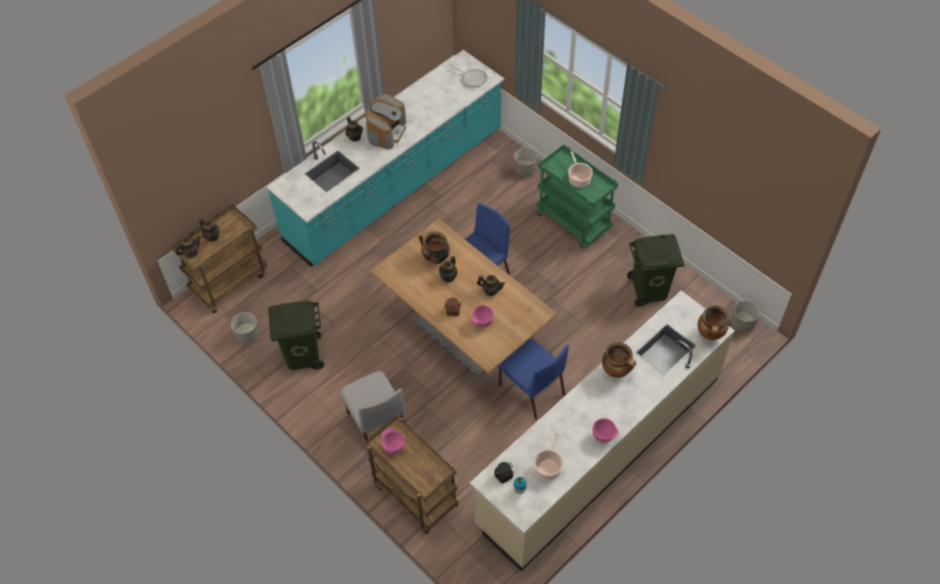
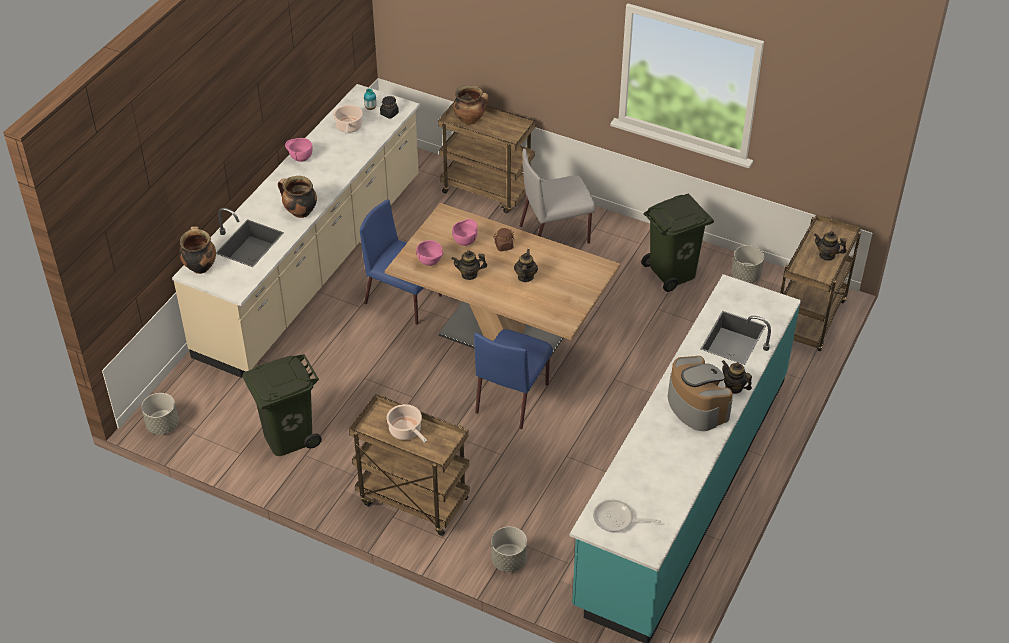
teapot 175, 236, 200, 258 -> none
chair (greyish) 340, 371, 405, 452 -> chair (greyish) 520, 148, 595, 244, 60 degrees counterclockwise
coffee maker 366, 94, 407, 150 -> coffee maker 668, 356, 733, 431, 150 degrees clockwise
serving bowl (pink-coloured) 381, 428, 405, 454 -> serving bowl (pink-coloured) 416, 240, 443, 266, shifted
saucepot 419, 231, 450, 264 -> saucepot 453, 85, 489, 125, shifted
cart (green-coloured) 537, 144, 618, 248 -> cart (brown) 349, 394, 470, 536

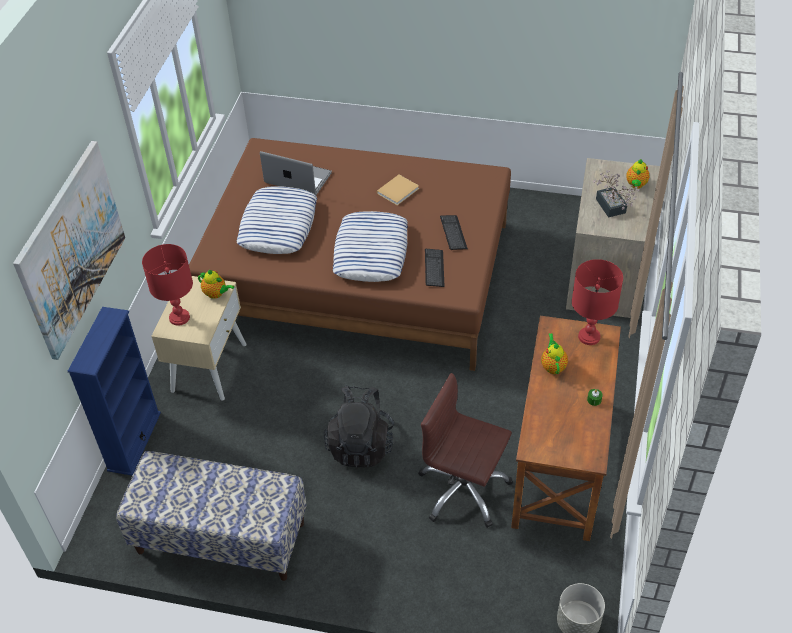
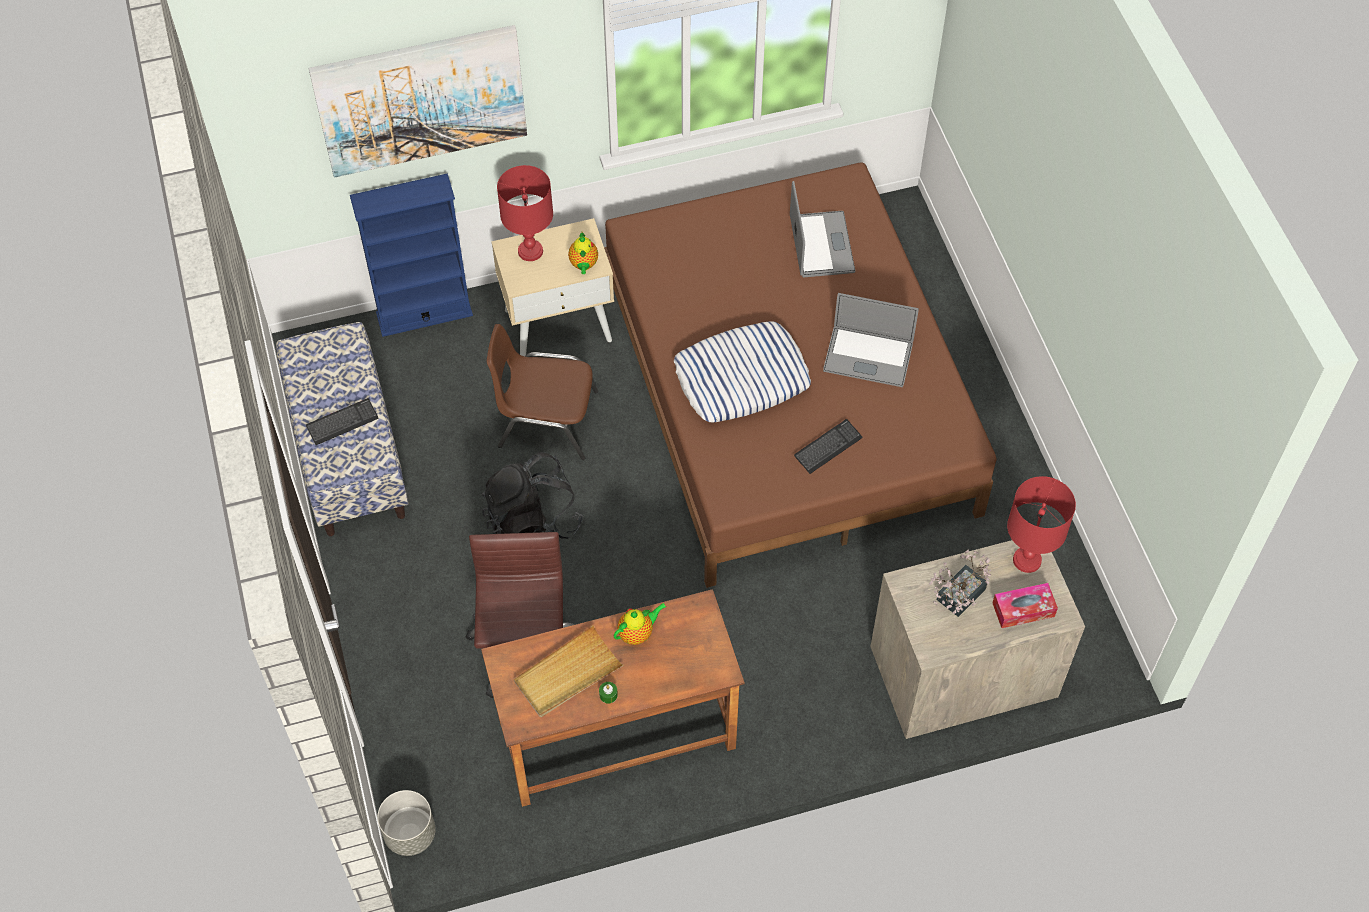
pillow 237, 186, 317, 254 -> none
book (beige) 377, 175, 419, 205 -> portable computer 823, 293, 919, 387
computer keyboard 425, 249, 445, 287 -> computer keyboard 306, 398, 379, 445, shifted
lamp for a table (red-coloured) 572, 259, 623, 345 -> lamp for a table (red-coloured) 1007, 476, 1076, 573, shifted
teapot 626, 159, 649, 189 -> box of tissues 993, 583, 1058, 628
none -> chair (brown) 487, 324, 598, 460
none -> carrying tray (beige) 514, 625, 624, 717

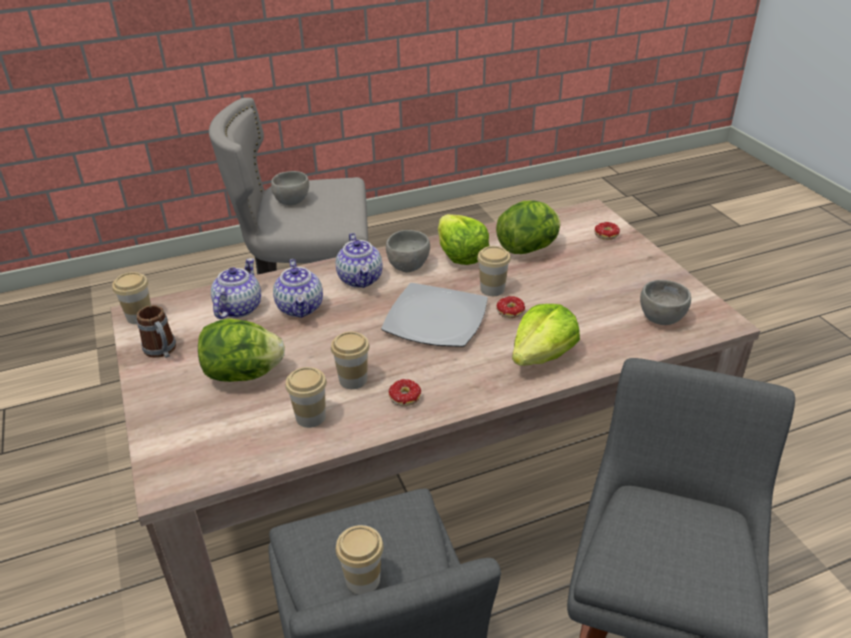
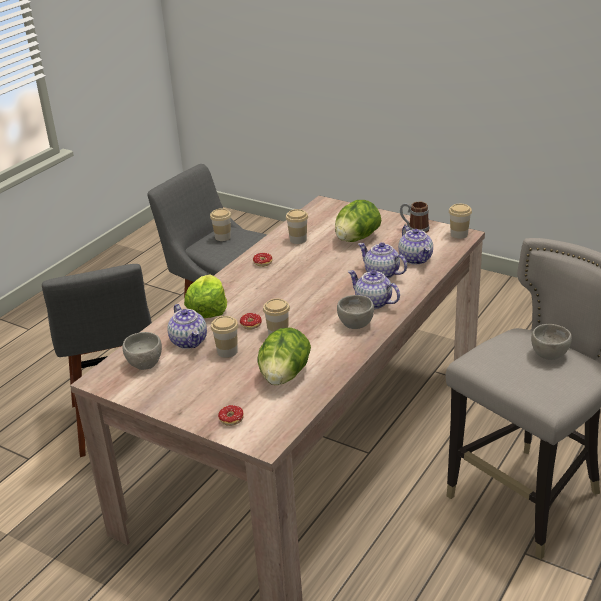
cup 331, 332, 370, 389 -> cup 211, 316, 238, 358, shifted
flat dish 381, 283, 488, 347 -> none
head of lettuce 438, 214, 489, 265 -> none
none -> teapot 167, 304, 207, 349

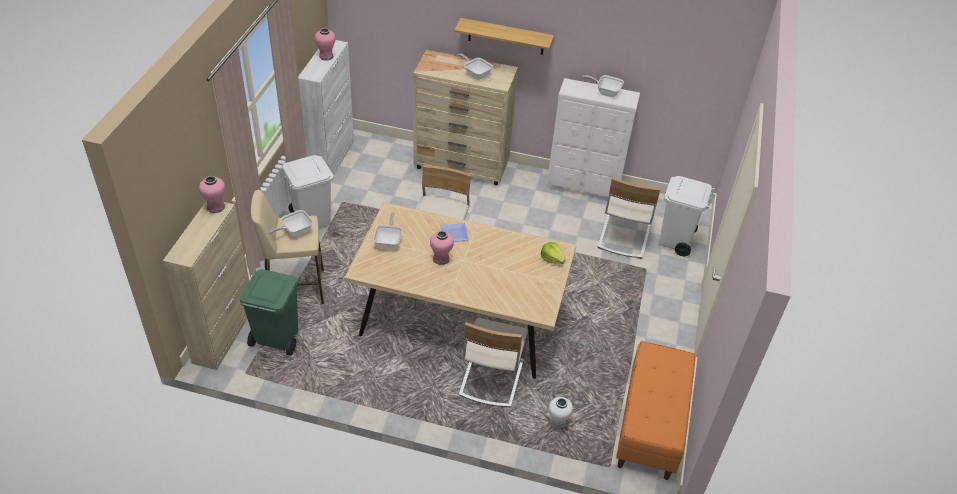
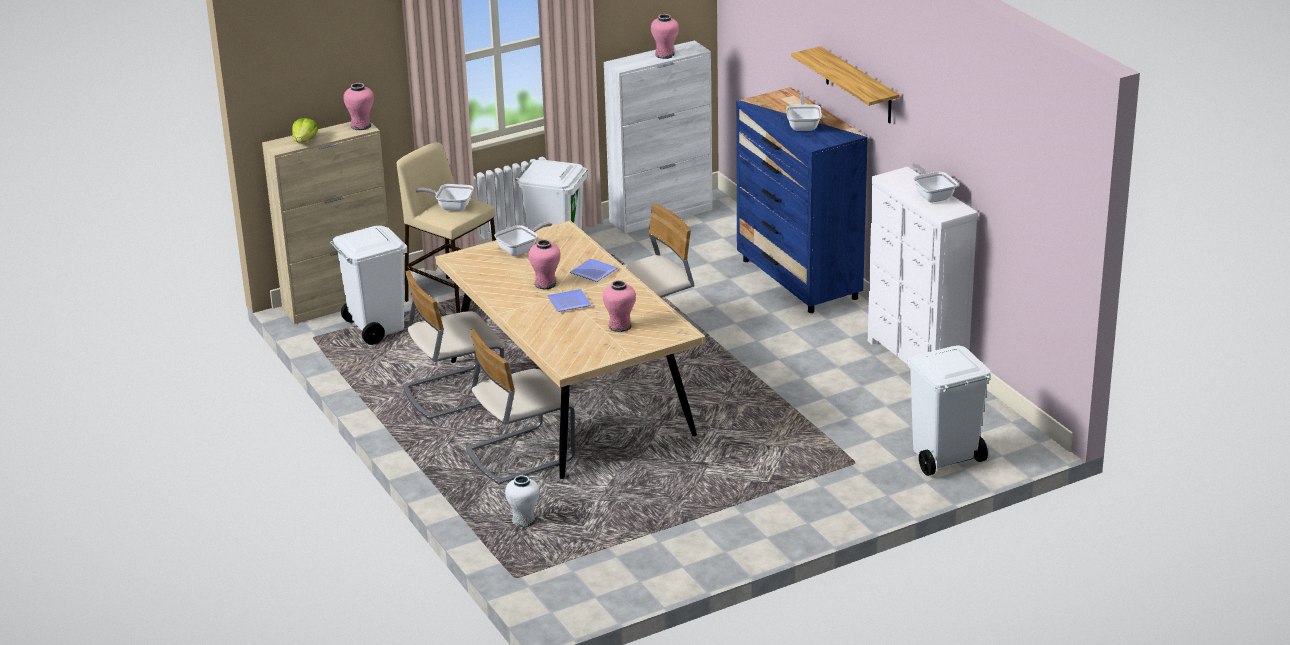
rubbish bin (green-coloured) 240, 269, 298, 356 -> rubbish bin (white-coloured) 329, 225, 407, 345
drawer chest (beige) 413, 50, 518, 185 -> drawer chest (bluish) 736, 87, 868, 313
head of lettuce 541, 242, 566, 264 -> head of lettuce 292, 118, 318, 143, shifted
chair (beige) 598, 177, 660, 259 -> chair (beige) 403, 271, 505, 420, shifted
bench (orange) 616, 341, 695, 480 -> none
none -> flat dish 547, 289, 591, 312
none -> decorative vase (pink-coloured) 603, 280, 636, 332

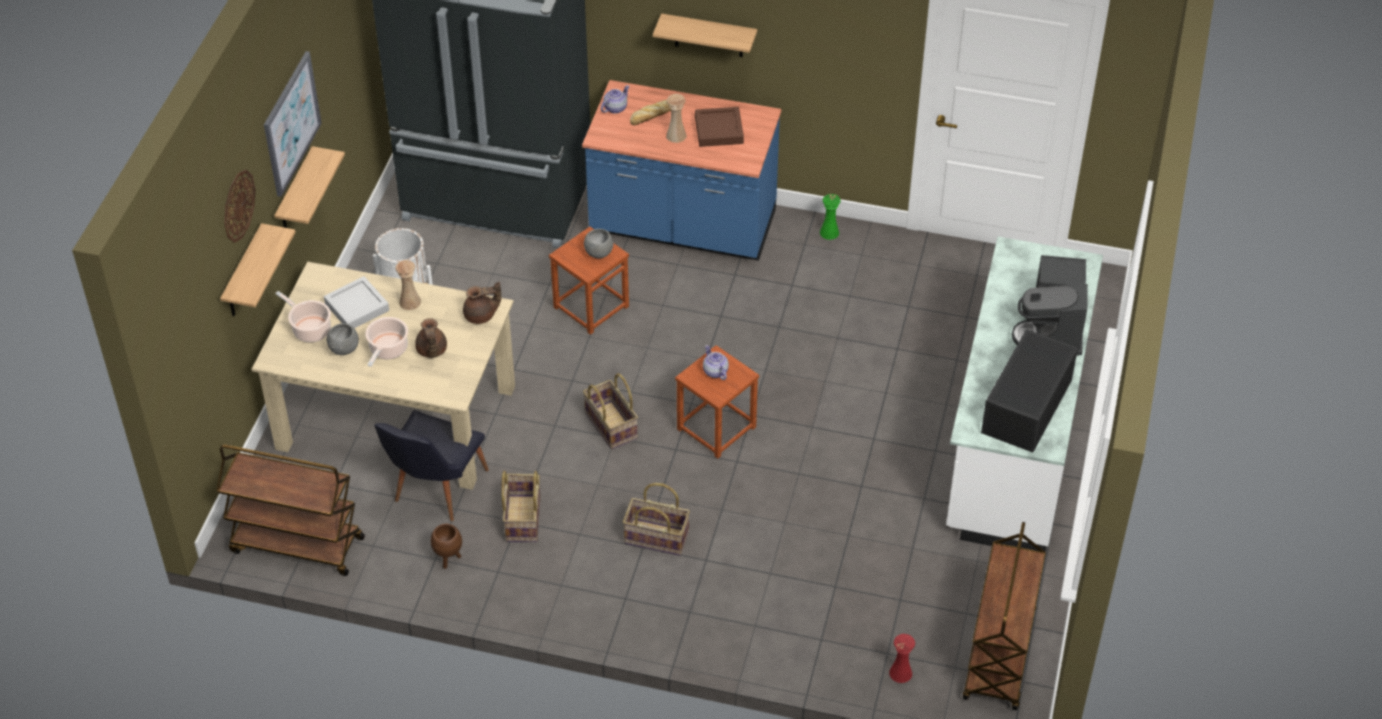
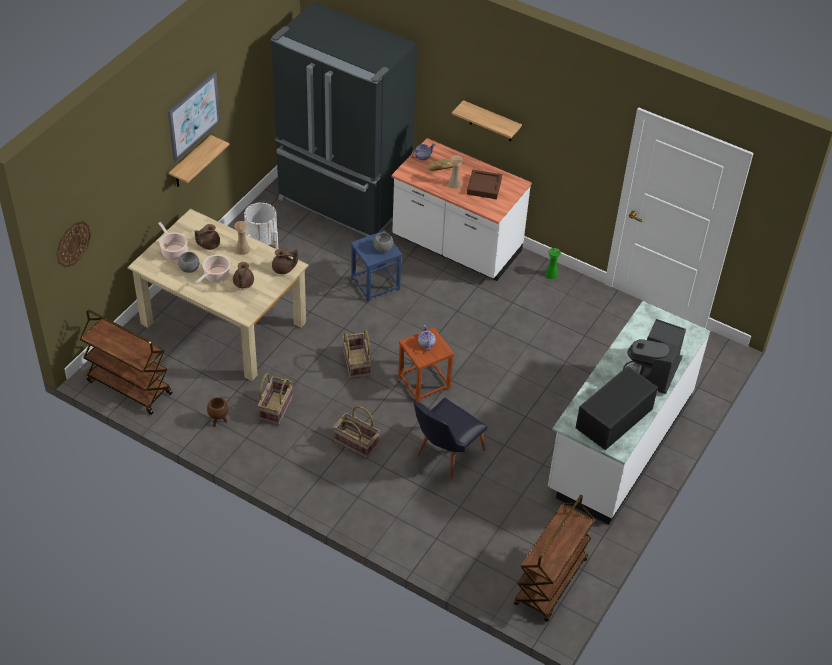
bracket shelf 220, 223, 296, 316 -> none
hanging clock 224, 169, 255, 243 -> hanging clock 57, 221, 91, 267, shifted
carrying tray (greyish) 324, 276, 389, 328 -> teapot (brown) 195, 224, 220, 250
chair (black-coloured) 374, 410, 489, 521 -> chair (black-coloured) 414, 398, 488, 479, shifted
stool seat (brown) 549, 227, 629, 335 -> stool seat (bluish) 350, 230, 402, 302
counter (bluish) 582, 80, 781, 261 -> counter (white-coloured) 391, 138, 532, 281
decorative vase (red-coloured) 889, 634, 915, 683 -> none

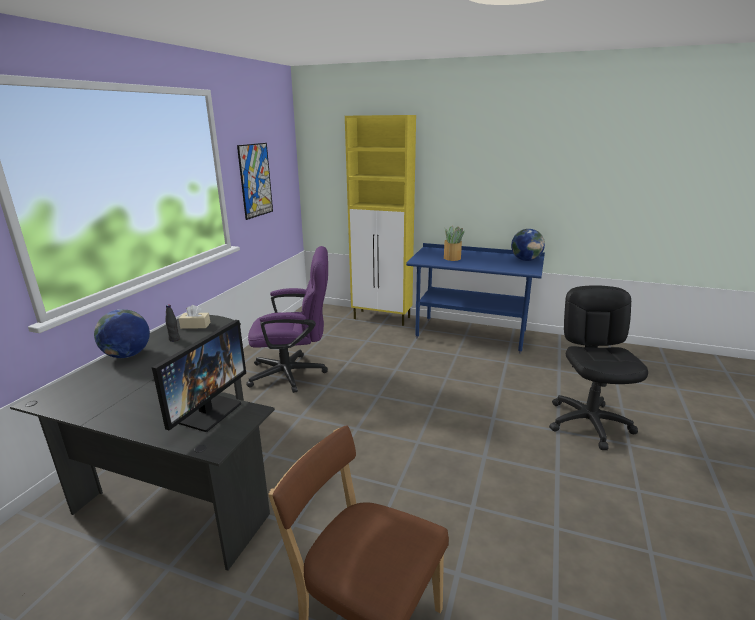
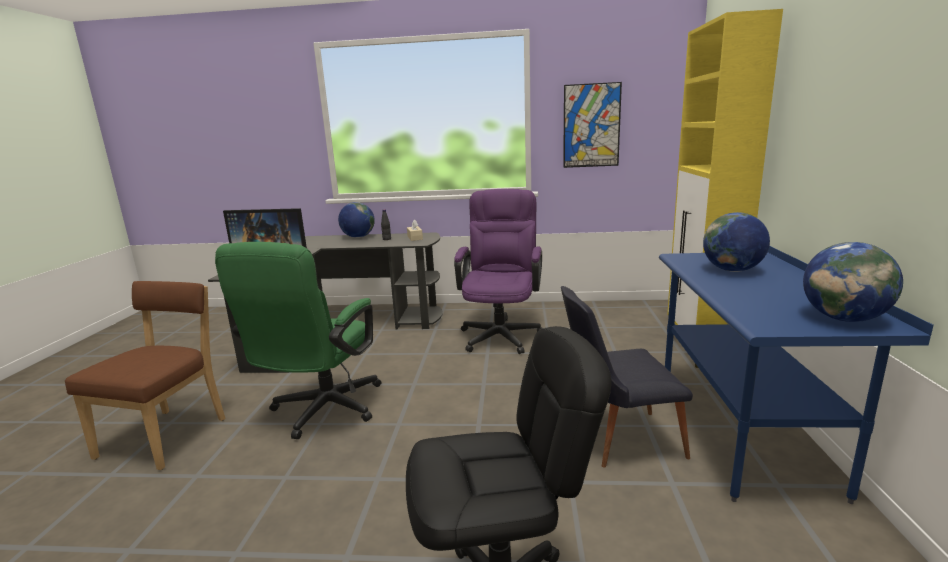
desk chair (purple-coloured) 246, 246, 328, 393 -> desk chair (purple-coloured) 454, 189, 543, 354, 150 degrees counterclockwise
potted plant 444, 226, 465, 261 -> world globe 703, 212, 770, 272
none -> desk chair (green-coloured) 215, 242, 382, 439
none -> chair (black-coloured) 561, 286, 693, 468

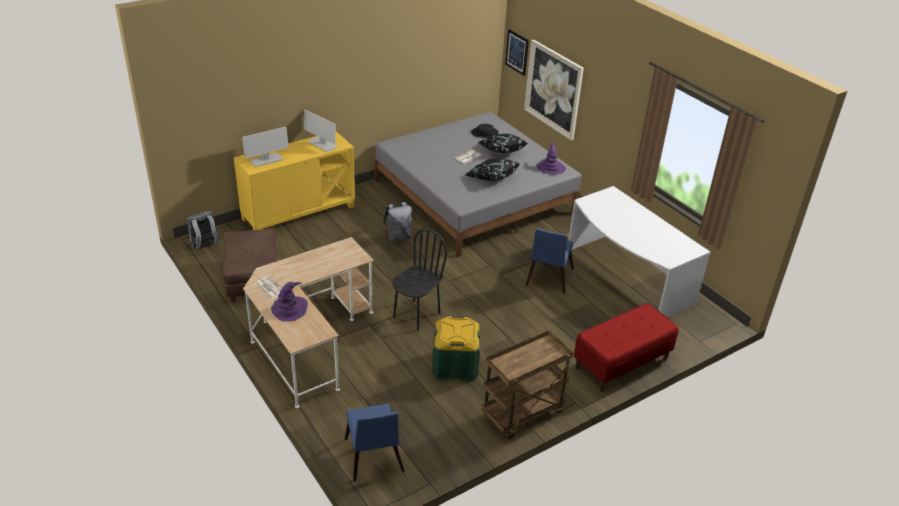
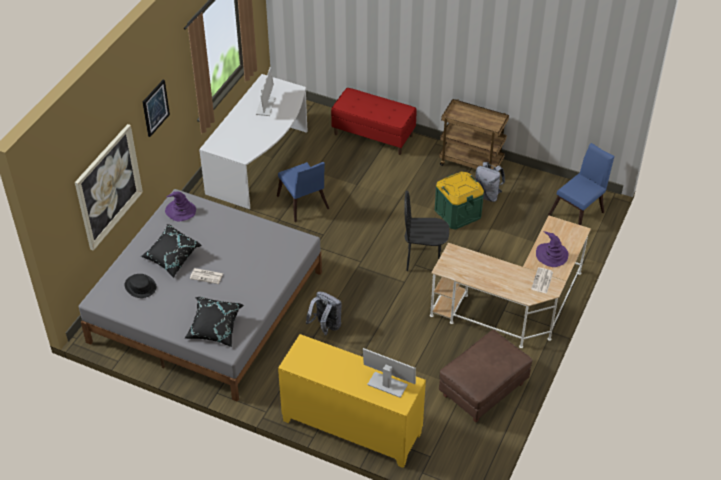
rucksack (greyish) 187, 211, 221, 250 -> rucksack (greyish) 475, 162, 505, 202, shifted
monitor 304, 109, 337, 152 -> monitor 256, 67, 276, 116, shifted
pillow (black-coloured) 466, 159, 520, 181 -> pillow (black-coloured) 184, 297, 244, 347, shifted
wall art 505, 29, 529, 76 -> wall art 143, 80, 170, 137, shifted
chair (bluish) 526, 228, 574, 293 -> chair (bluish) 277, 162, 329, 222, 75 degrees clockwise

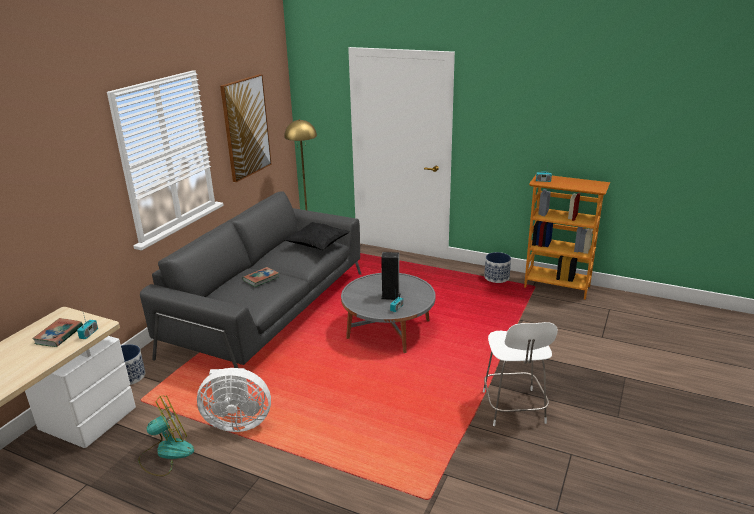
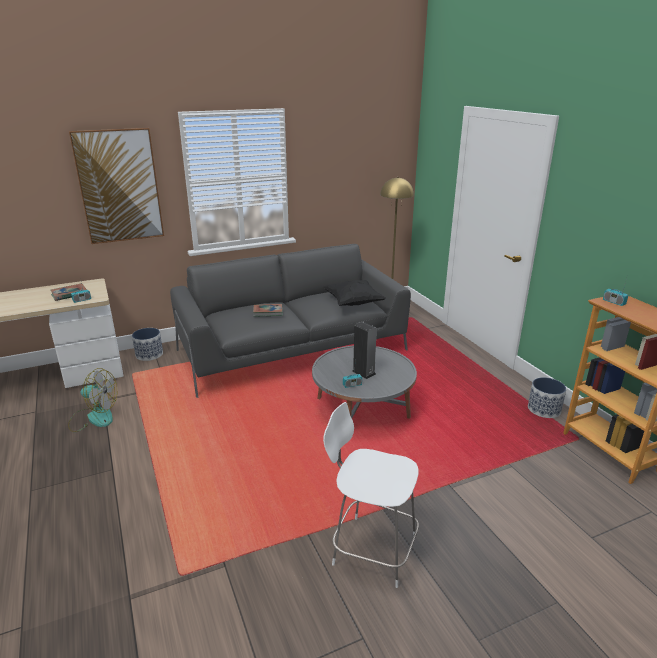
cooling fan (white-coloured) 197, 368, 271, 432 -> none
wall art 220, 74, 271, 183 -> wall art 69, 128, 164, 244, shifted
chair (white-coloured) 483, 322, 558, 426 -> chair (white-coloured) 323, 402, 419, 588, 75 degrees clockwise

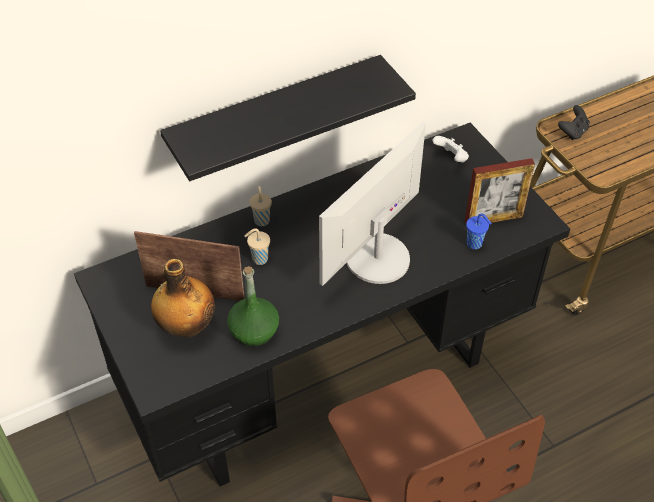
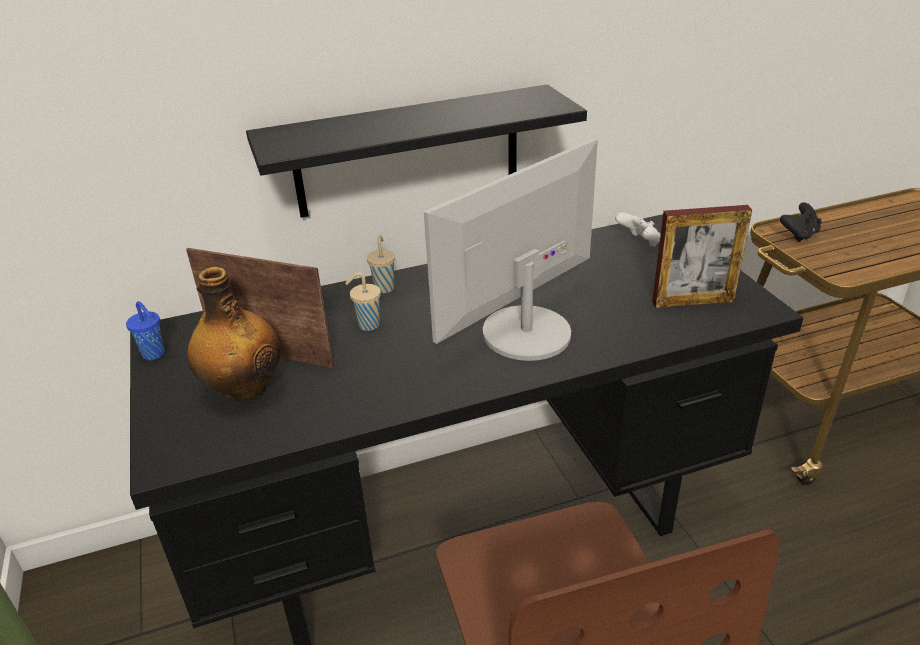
drink bottle (green-coloured) 227, 266, 279, 347 -> none
cup (bluish) 466, 214, 492, 249 -> cup (bluish) 126, 301, 165, 360, shifted

